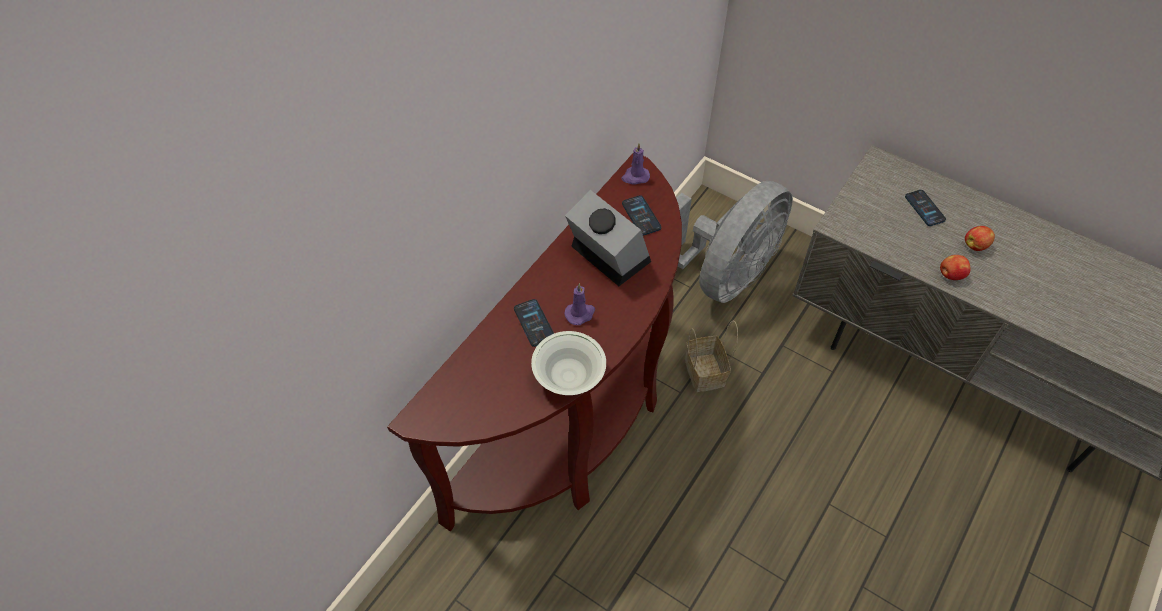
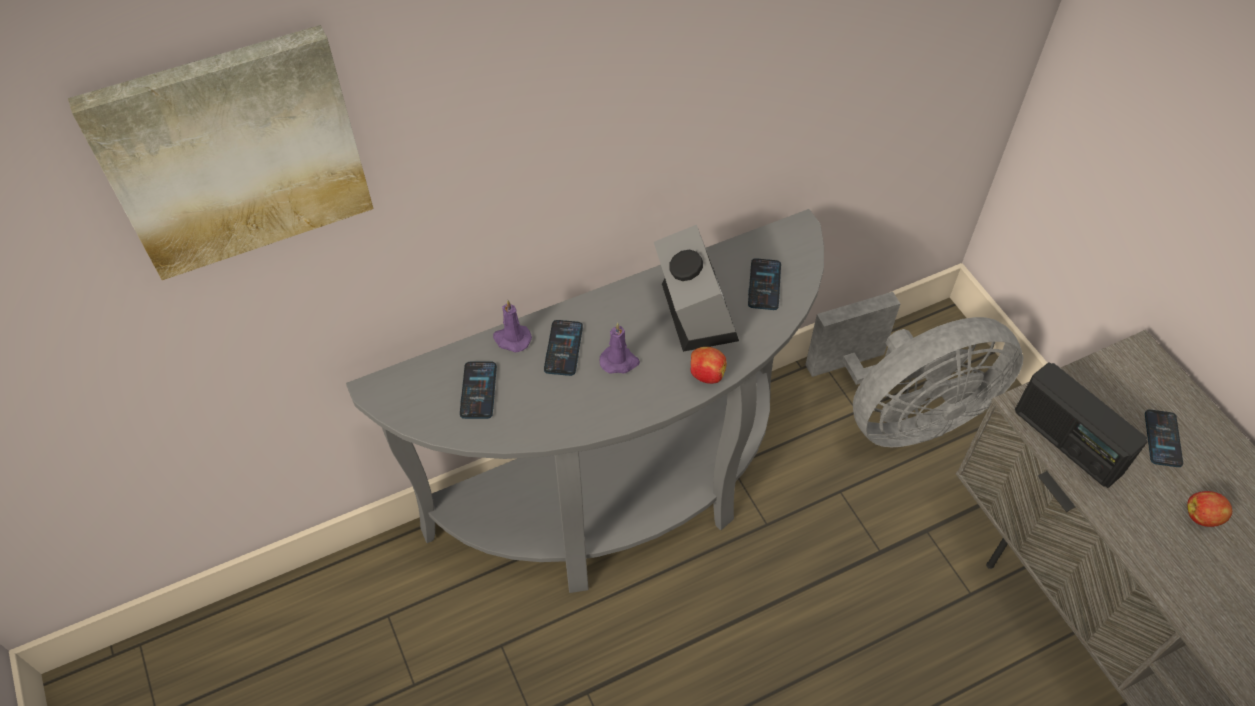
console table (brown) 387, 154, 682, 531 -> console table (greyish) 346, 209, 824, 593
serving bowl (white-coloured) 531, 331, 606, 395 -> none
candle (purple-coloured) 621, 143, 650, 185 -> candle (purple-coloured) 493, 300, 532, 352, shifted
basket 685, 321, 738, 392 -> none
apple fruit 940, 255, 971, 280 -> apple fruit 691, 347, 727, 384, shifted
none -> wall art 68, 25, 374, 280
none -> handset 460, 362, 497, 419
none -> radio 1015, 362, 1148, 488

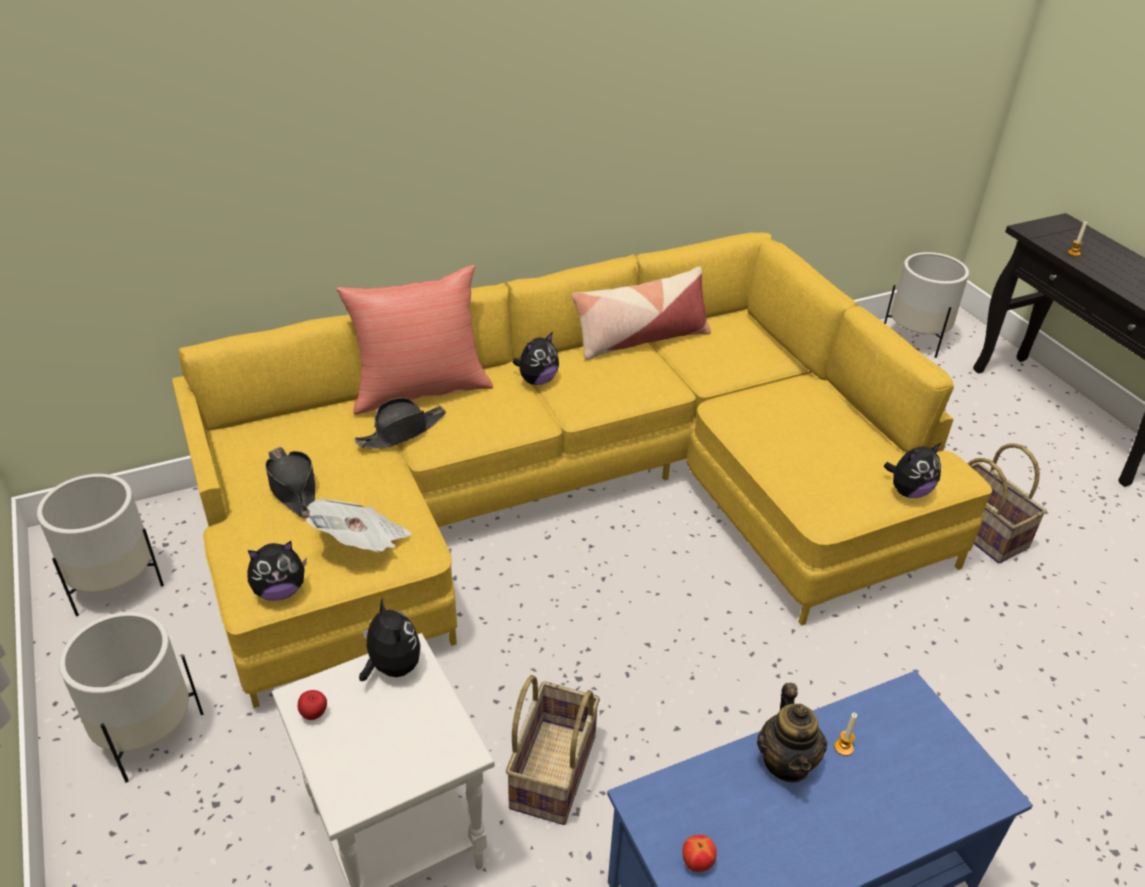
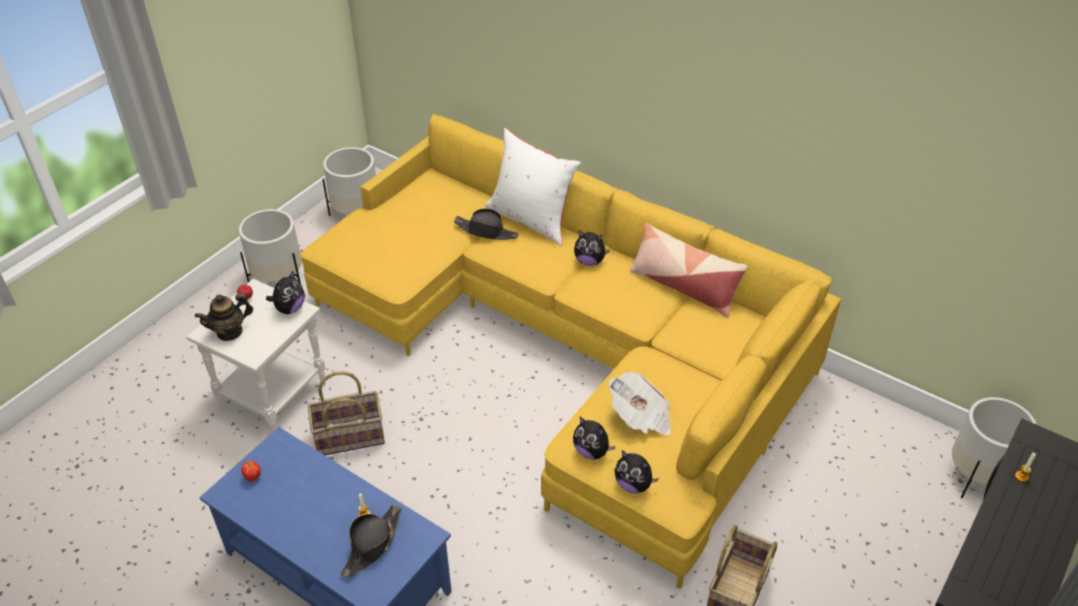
cuddly toy 247, 541, 307, 601 -> cuddly toy 573, 417, 616, 460, shifted
wearable hat (black-coloured) 265, 447, 315, 518 -> wearable hat (black-coloured) 340, 504, 401, 578, shifted
printed paper 306, 498, 411, 552 -> printed paper 609, 372, 671, 435, shifted
pillow (red-coloured) 336, 265, 493, 415 -> pillow (white-coloured) 485, 128, 581, 246
teapot 757, 683, 827, 783 -> teapot 195, 293, 253, 341, shifted

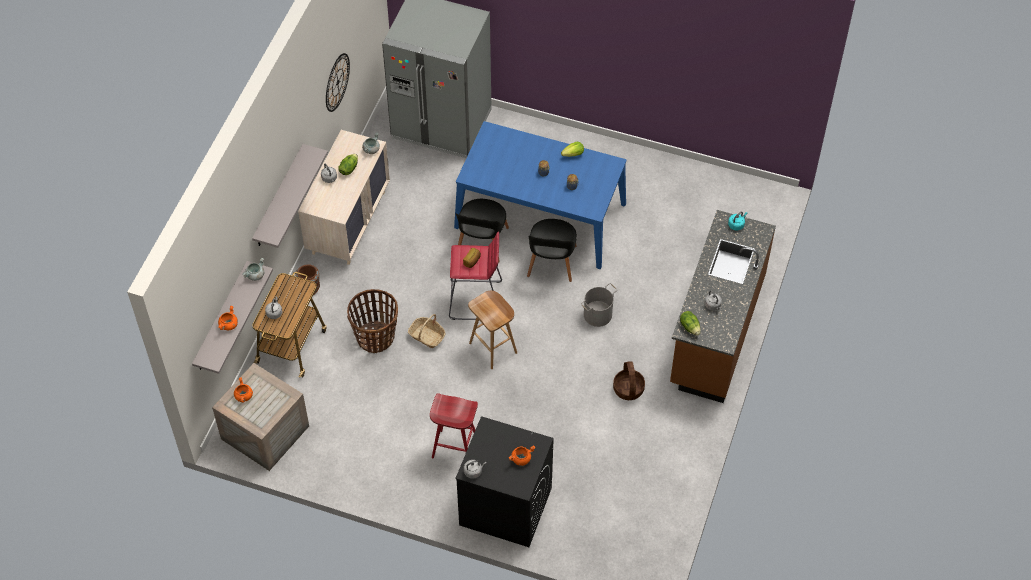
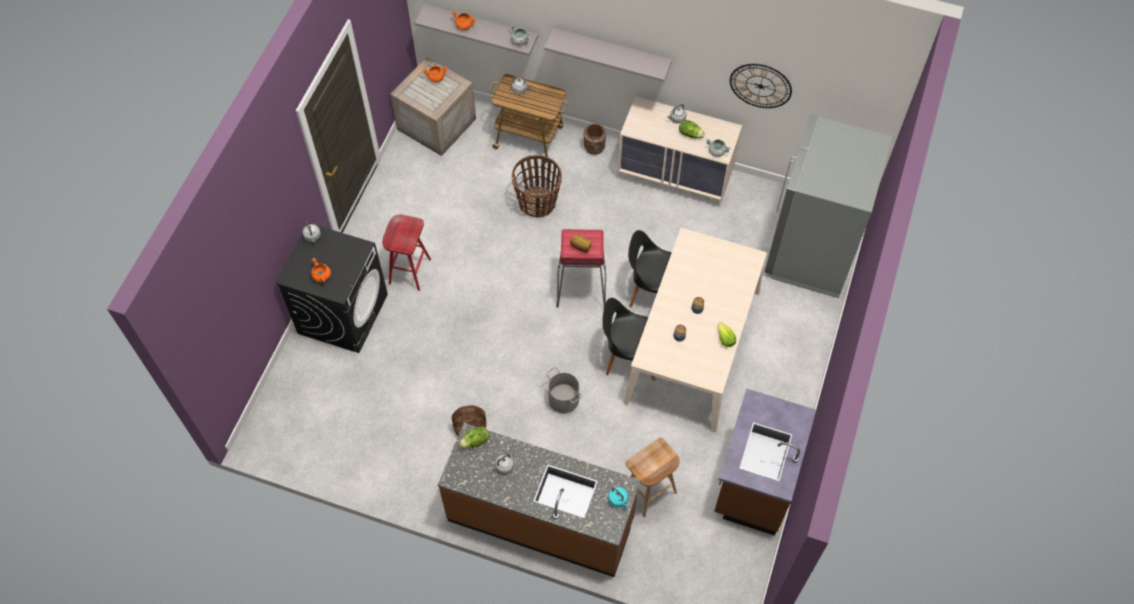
basket 408, 314, 445, 348 -> none
dining table (bluish) 454, 121, 626, 269 -> dining table (beige) 624, 228, 767, 432
stool seat (brown) 468, 291, 517, 369 -> stool seat (brown) 626, 437, 680, 517, shifted
none -> counter (brown) 714, 388, 816, 536

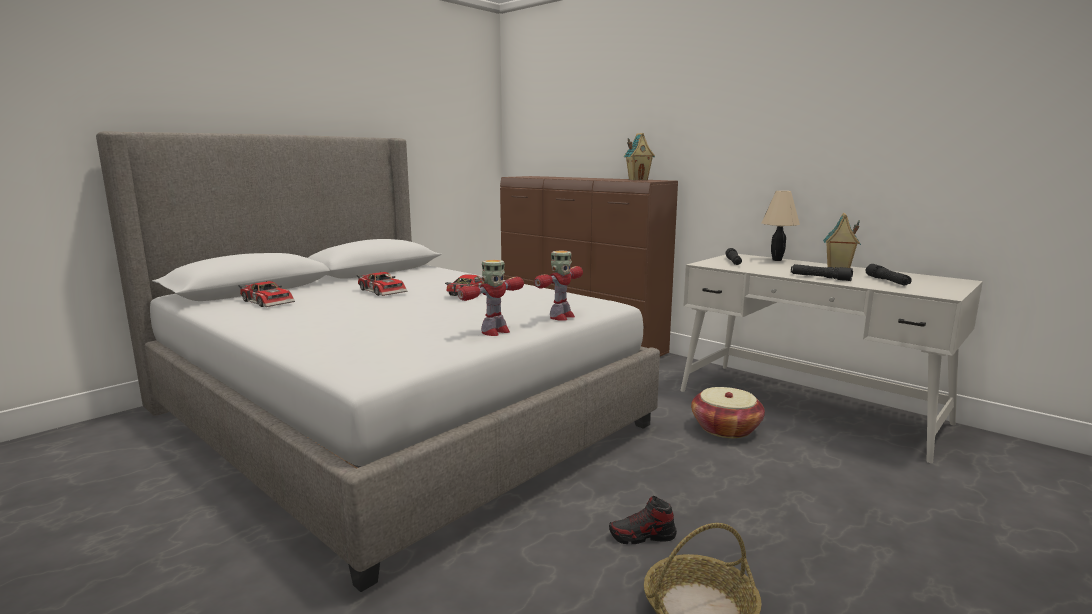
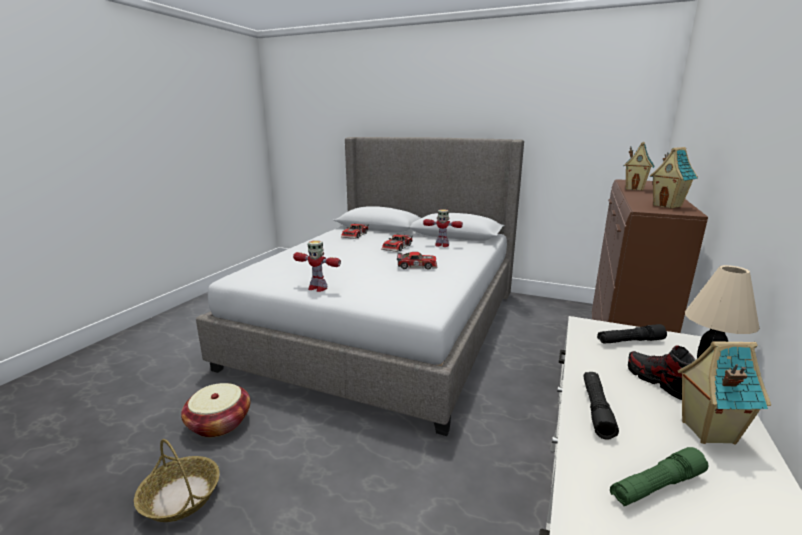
model robot 534, 250, 583, 321 -> model robot 423, 209, 463, 247, shifted
item of footwear 609, 496, 677, 544 -> item of footwear 628, 346, 695, 400, shifted
basket 691, 387, 765, 438 -> basket 181, 383, 250, 437, shifted
hand torch (black-coloured) 866, 264, 912, 285 -> hand torch (green-coloured) 610, 447, 708, 506
none -> miniature house 624, 142, 655, 191

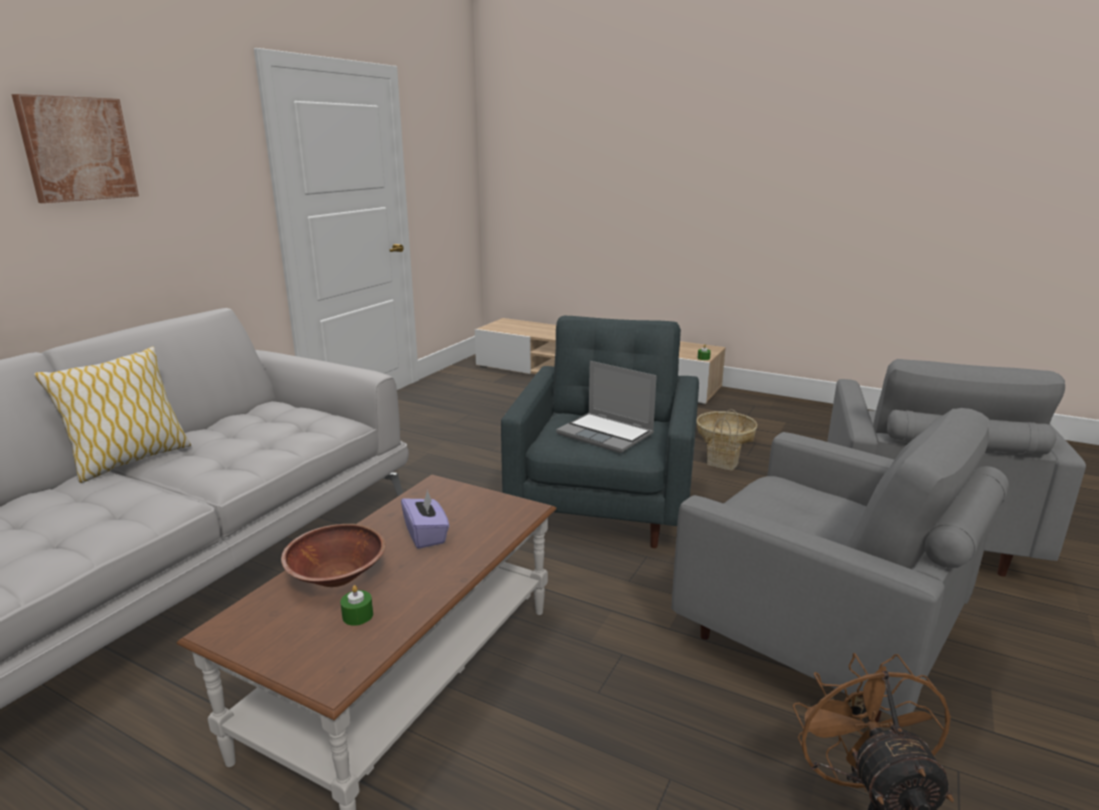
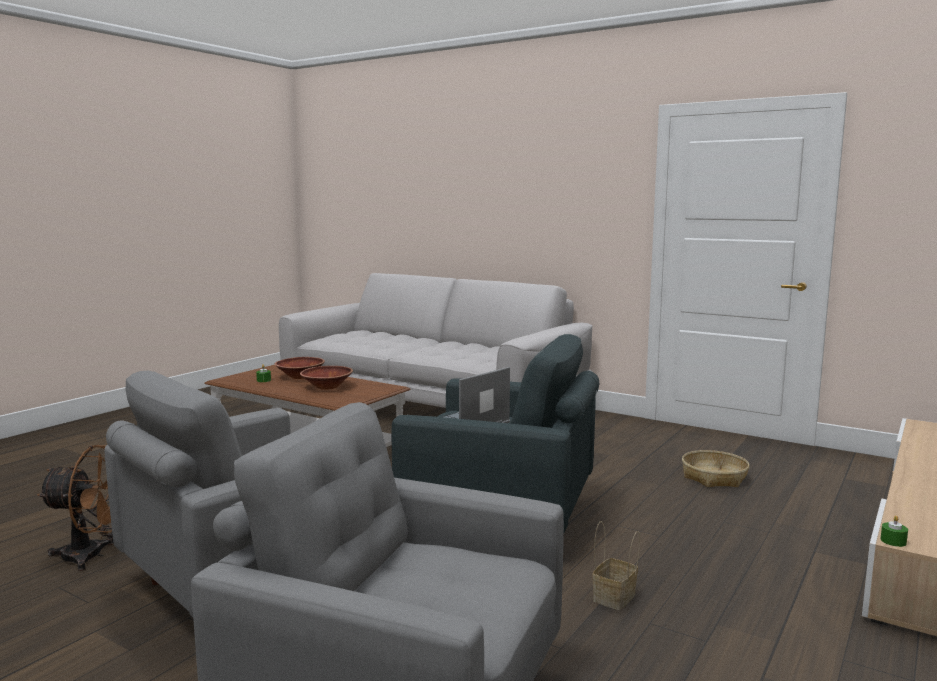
wall art 11, 94, 139, 203 -> none
pillow 34, 346, 191, 483 -> none
box of tissues (purple-coloured) 401, 489, 449, 549 -> serving bowl (brown) 300, 366, 353, 390
basket 696, 411, 757, 444 -> basket 682, 450, 750, 487, shifted

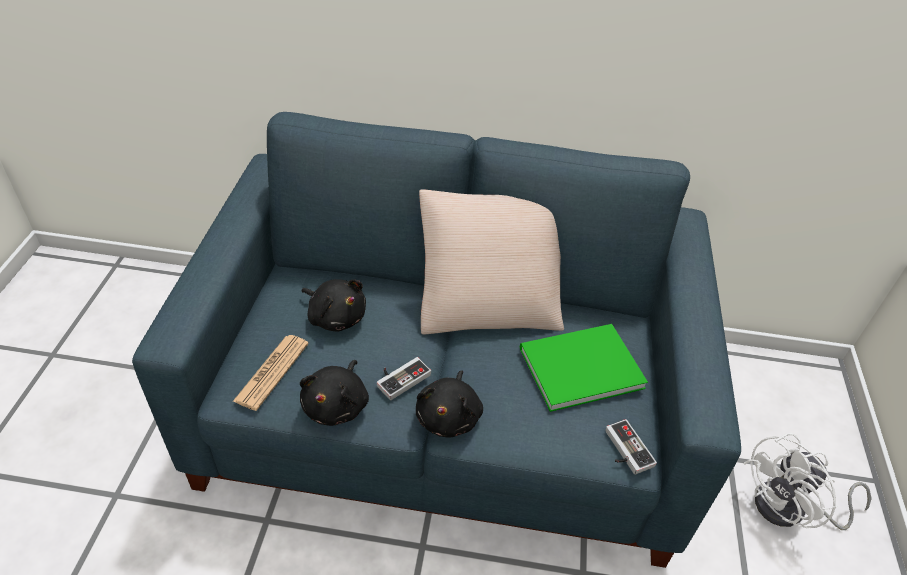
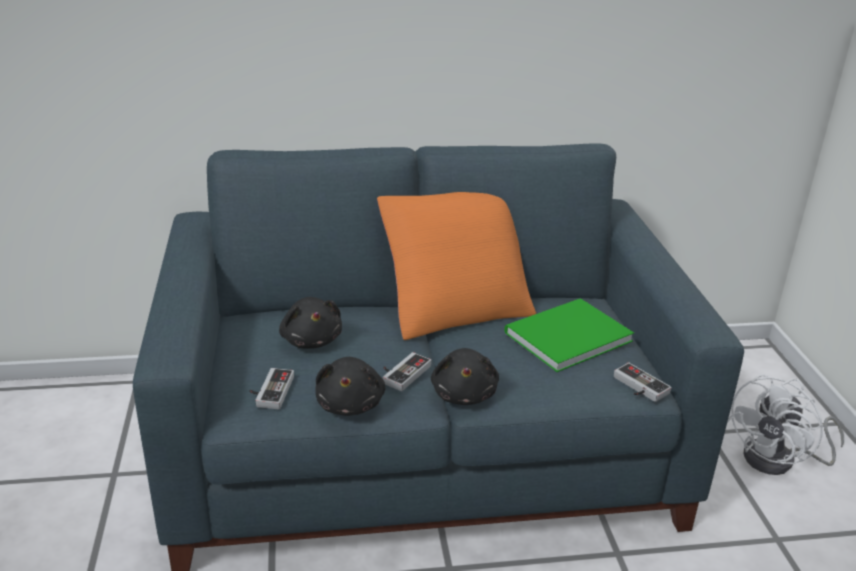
printed paper 233, 335, 309, 411 -> joypad 249, 368, 294, 409
cuddly toy (black-coloured) 301, 279, 366, 332 -> cuddly toy (black-coloured) 279, 297, 342, 349, 45 degrees clockwise
pillow (beige) 419, 189, 564, 334 -> pillow (orange) 377, 192, 536, 340

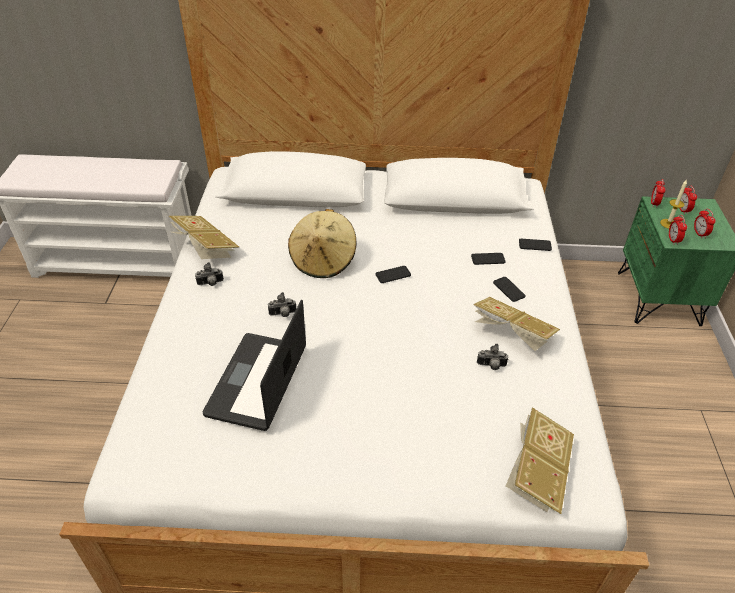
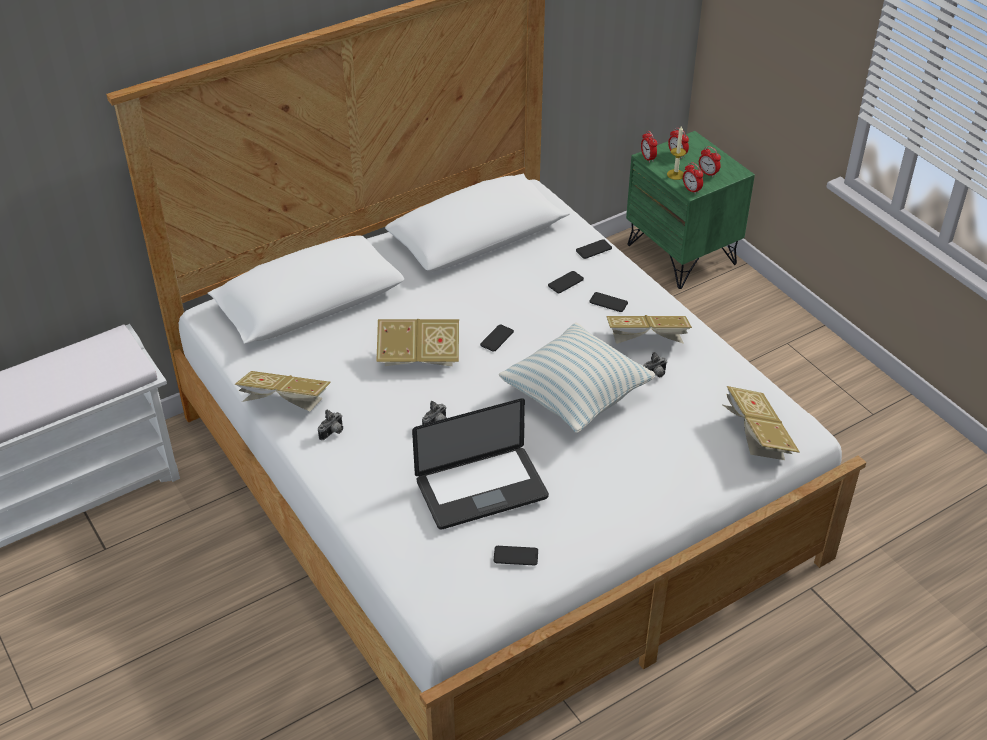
portable computer 203, 300, 306, 431 -> portable computer 412, 398, 549, 530, 90 degrees counterclockwise
wearable hat (beige) 288, 209, 357, 278 -> book 376, 319, 459, 366
none -> handset 494, 546, 538, 566
none -> pillow 499, 322, 655, 433

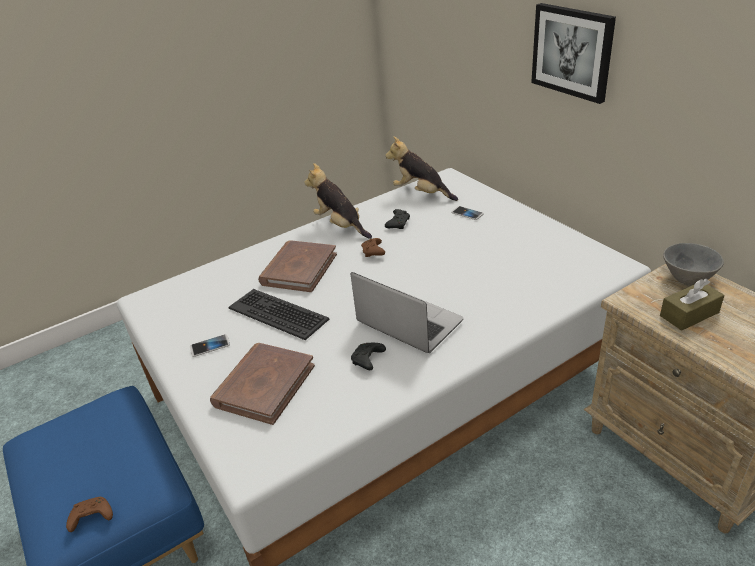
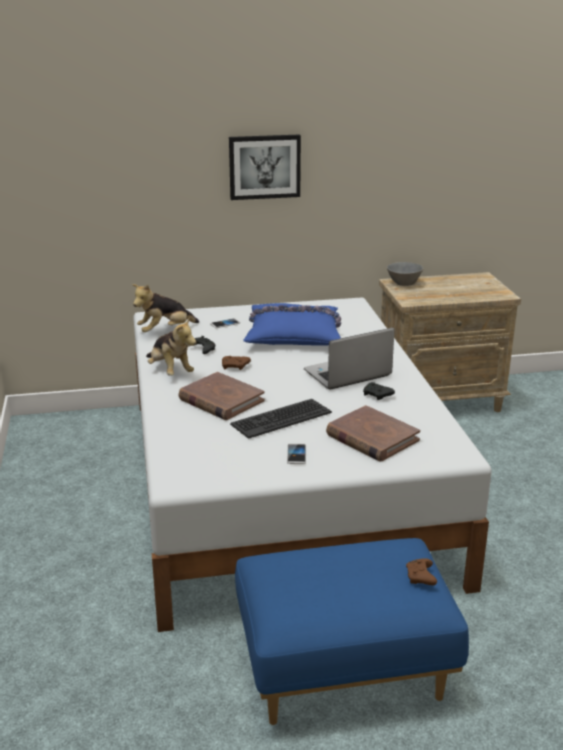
cuddly toy 304, 163, 372, 239 -> cuddly toy 146, 319, 196, 376, 105 degrees counterclockwise
box of tissues (brown) 660, 279, 725, 331 -> none
none -> pillow (bluish) 243, 303, 341, 346

